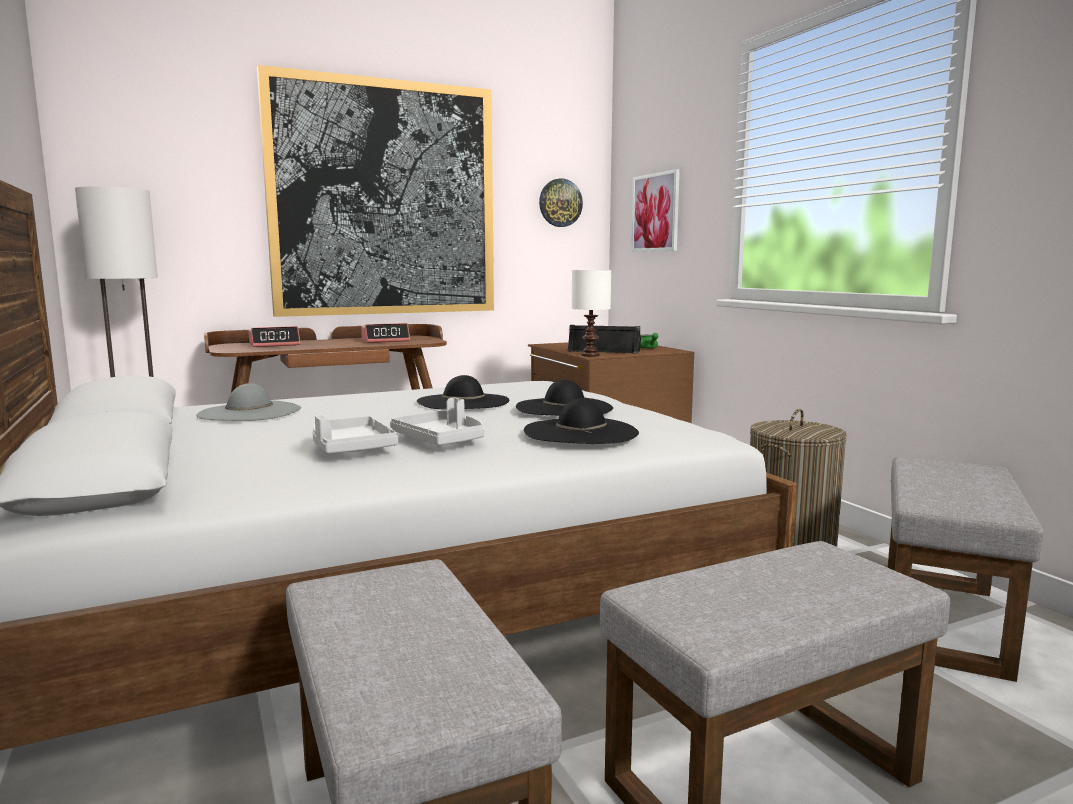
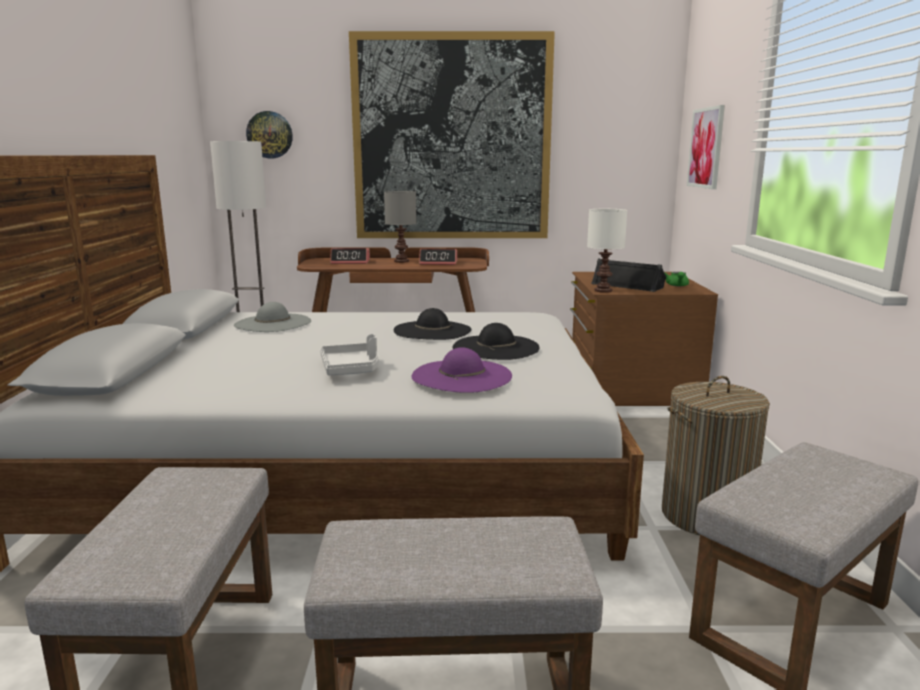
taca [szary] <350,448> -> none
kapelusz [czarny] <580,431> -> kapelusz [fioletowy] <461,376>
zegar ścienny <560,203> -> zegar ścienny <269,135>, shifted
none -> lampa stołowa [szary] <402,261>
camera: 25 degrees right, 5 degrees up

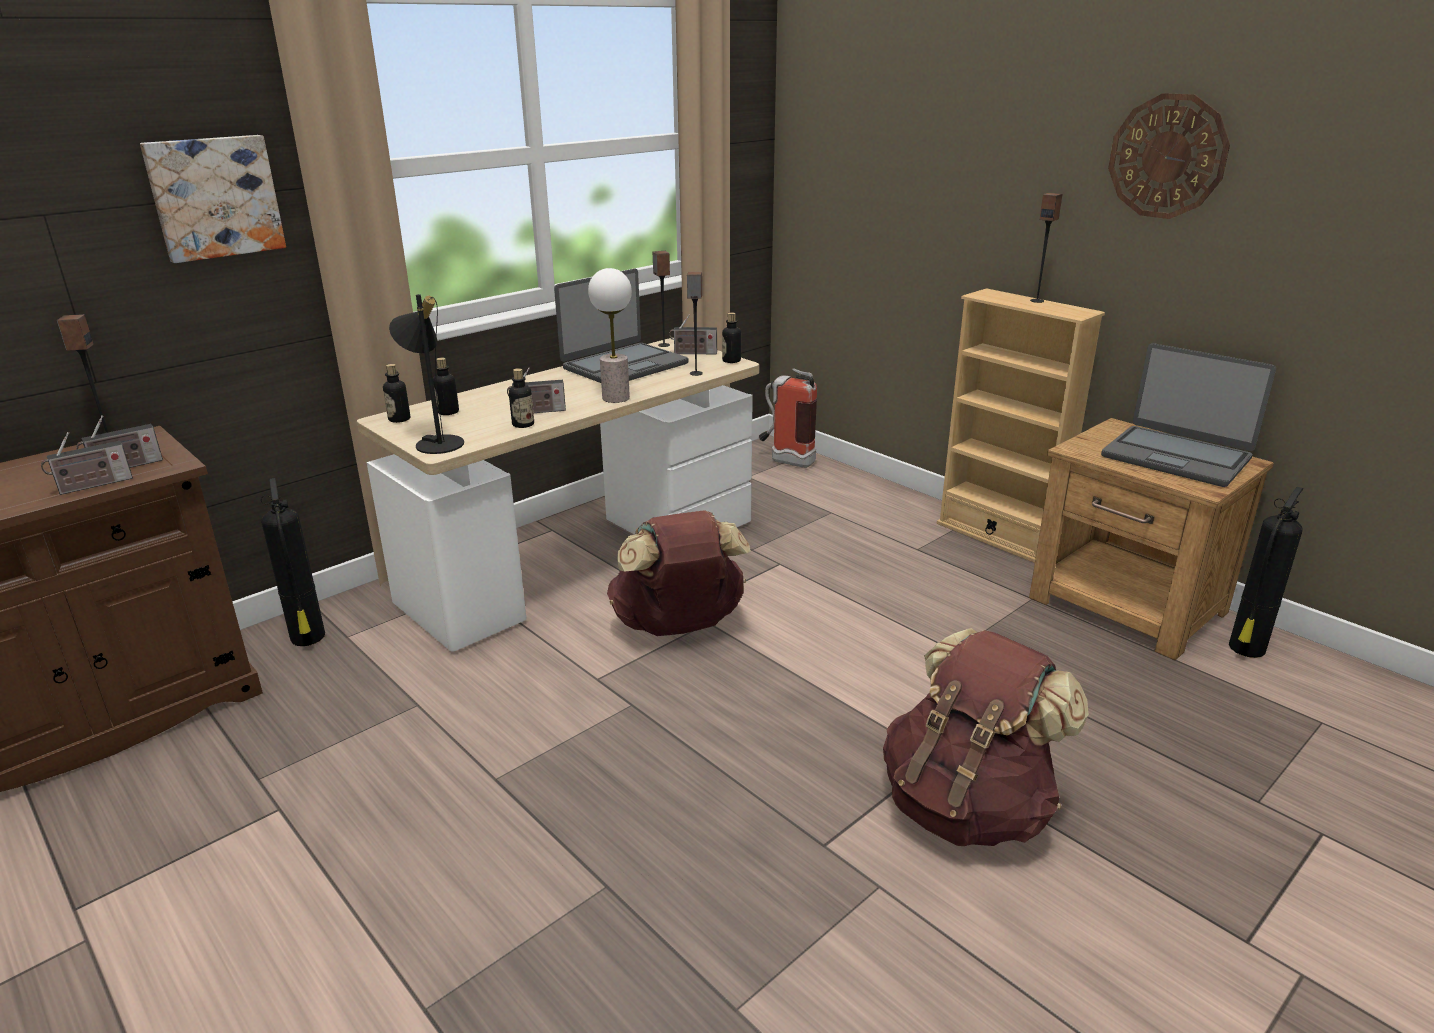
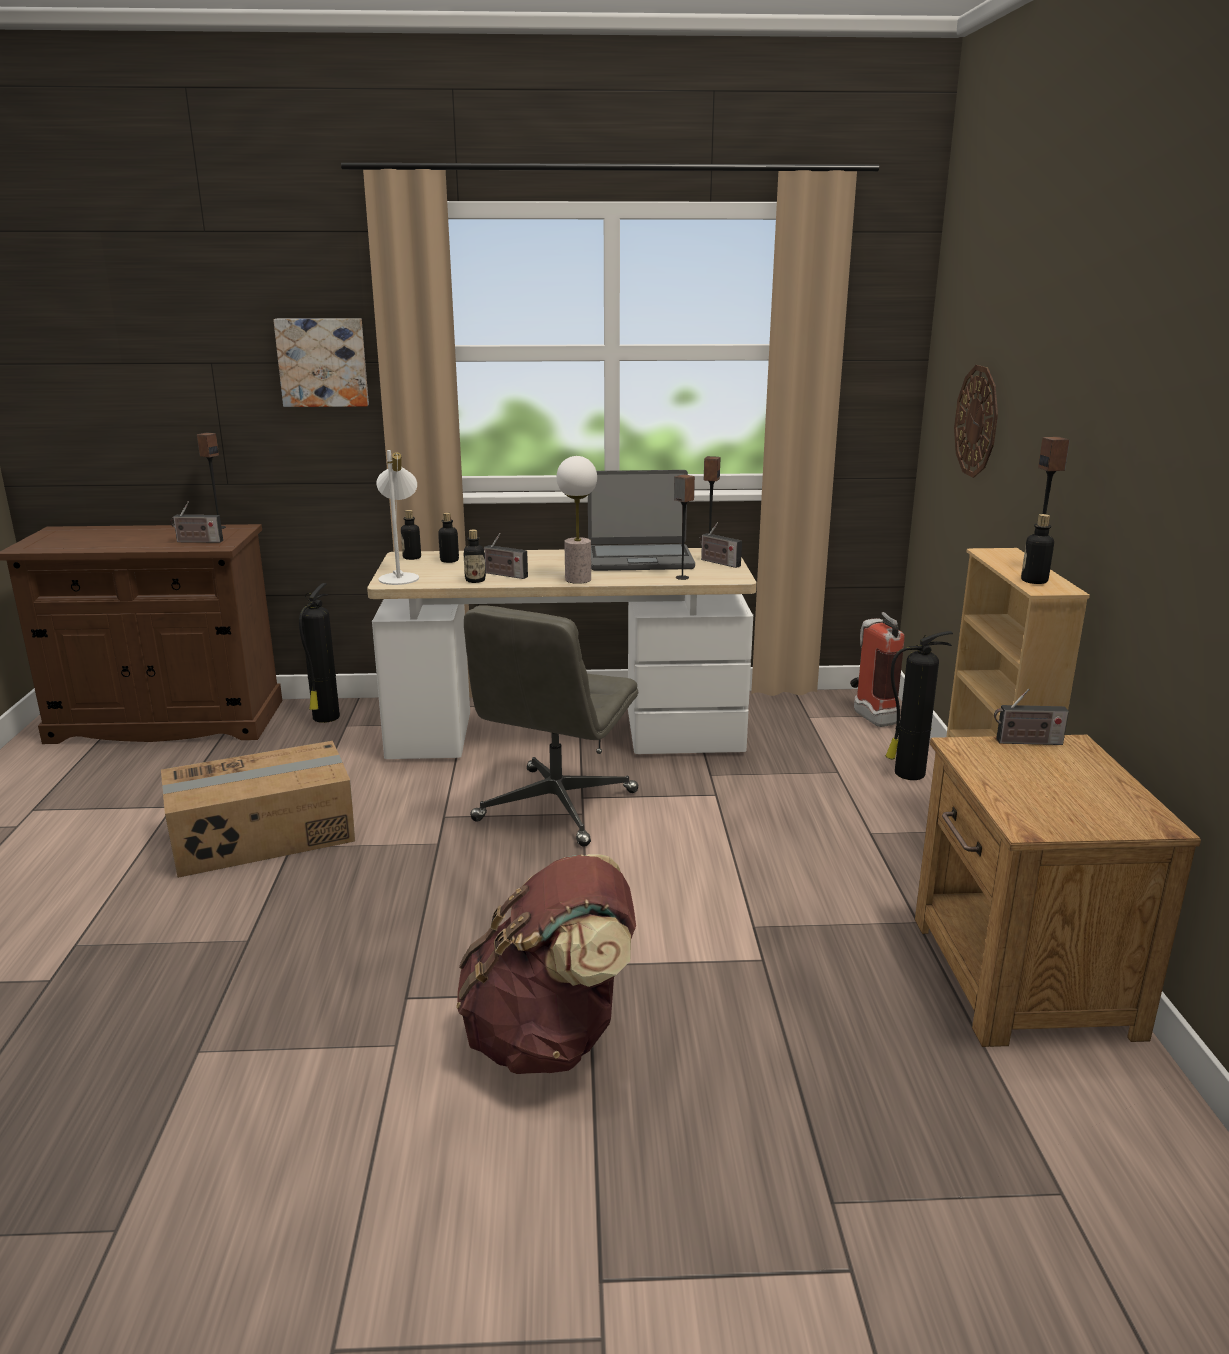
radio <92,486> -> radio <1026,742>, shifted
lampa stołowa [czarny] <436,441> -> lampa stołowa [biały] <401,576>
plecak [brązowy] <679,627> -> krzesło biurowe [szary] <556,807>
butelka <731,360> -> butelka <1034,581>, shifted
laptop <1176,457> -> none
zegar ścienny <1167,156> -> zegar ścienny <977,421>, shifted
gaśnica <1246,649> -> gaśnica <907,774>, shifted
none -> karton <263,836>
camera: 40 degrees right, 5 degrees down

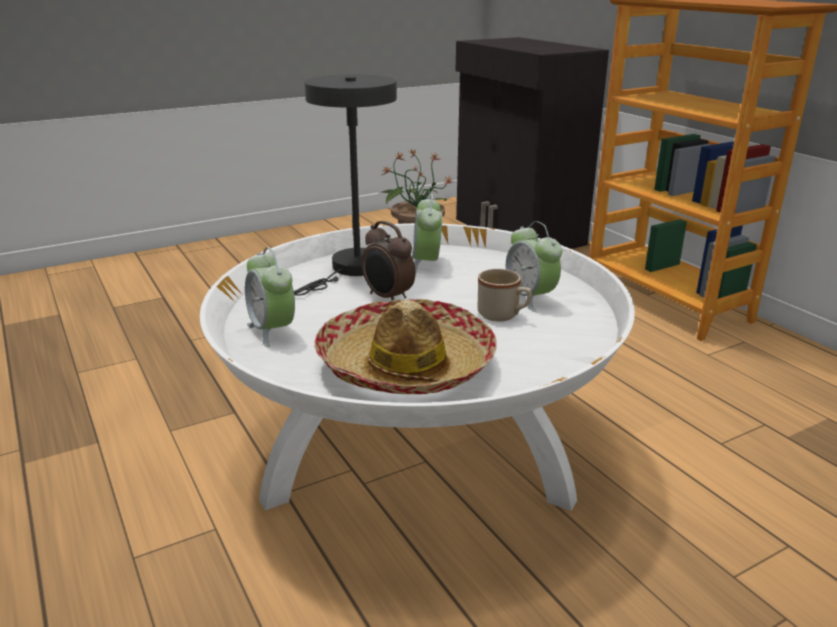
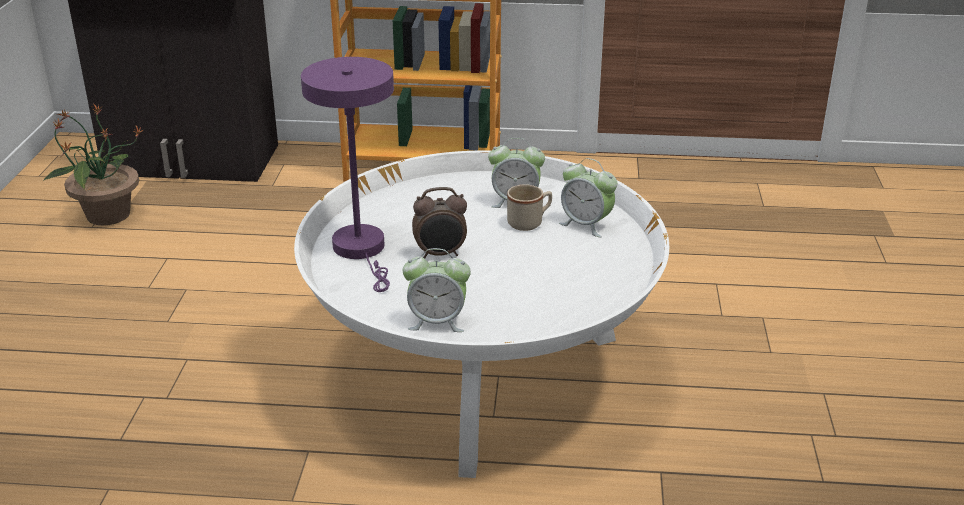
lampa stołowa [szary] <352,269> -> lampa stołowa [fioletowy] <362,250>
kapelusz <406,365> -> none
budzik <426,263> -> budzik <586,225>, shifted
camera: 55 degrees left, 5 degrees up

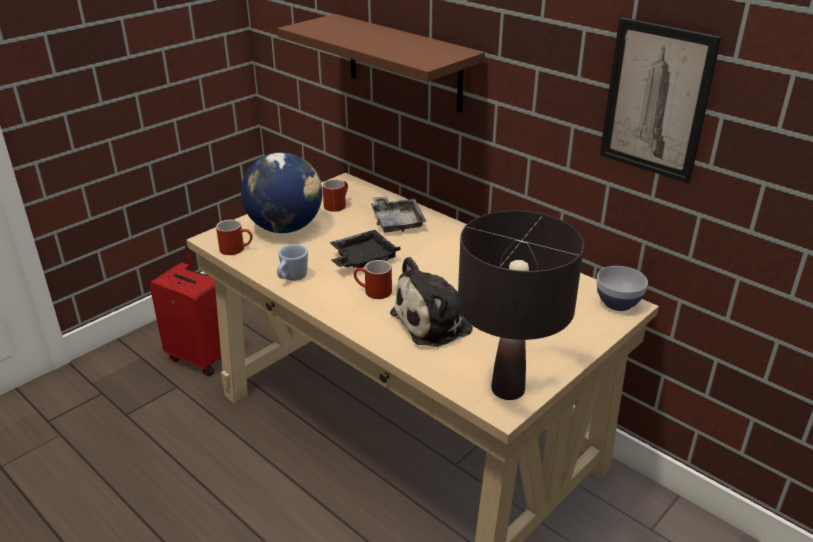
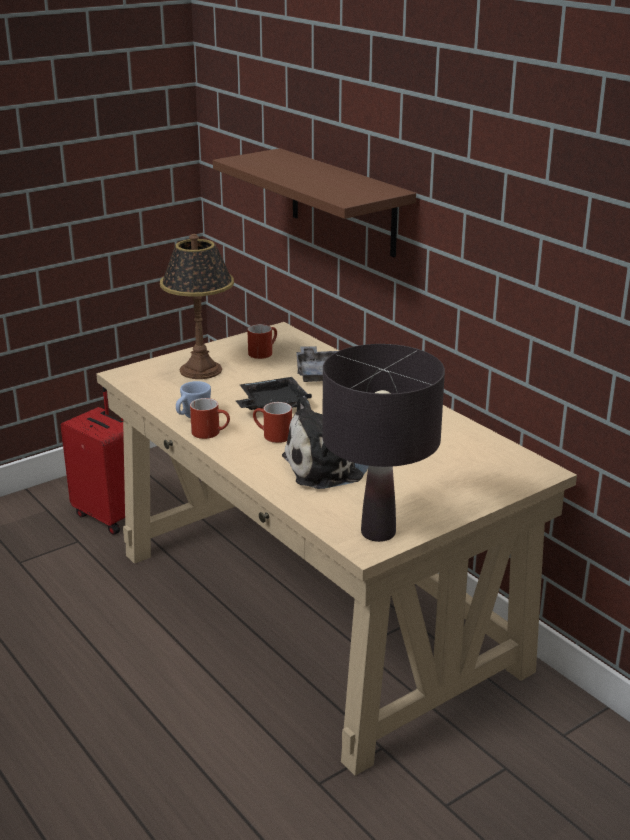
kubek [czerwony] <237,249> -> kubek [czerwony] <211,432>, shifted
globus <285,228> -> lampa stołowa <201,370>
miska <618,303> -> none
obraz <656,100> -> none
camera: 10 degrees right, 5 degrees down

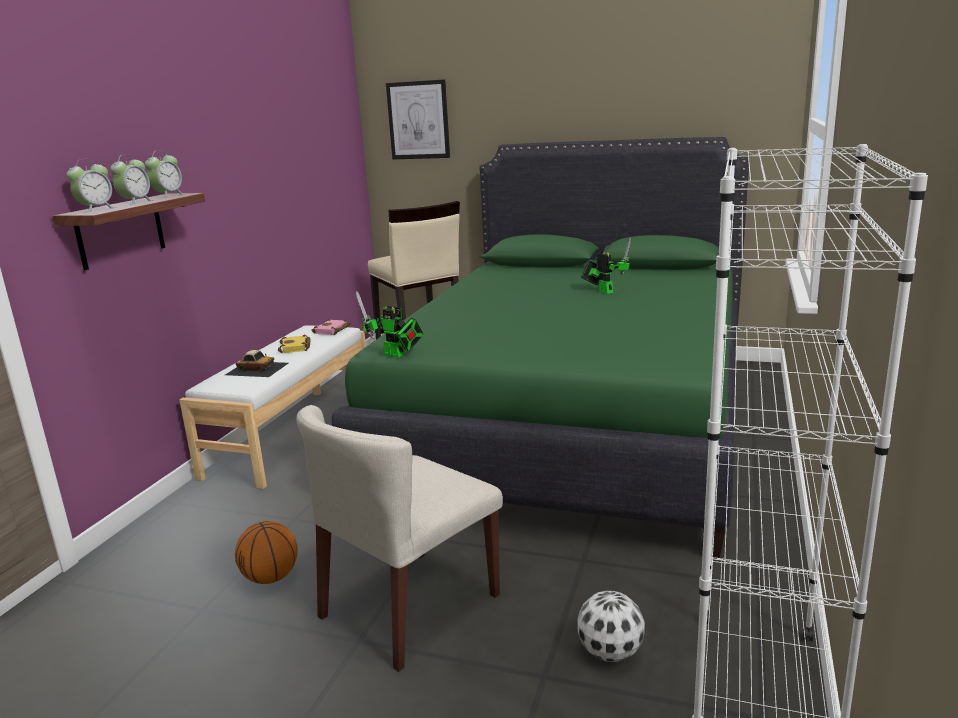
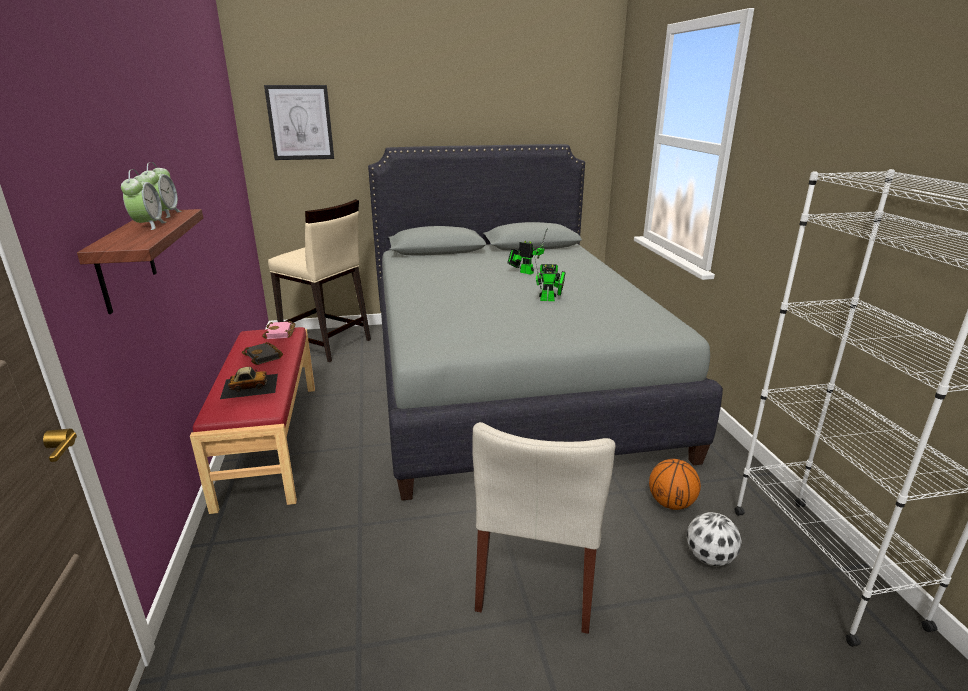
budzik <96,209> -> none
ławka [biały] <291,434> -> ławka [czerwony] <269,441>
piłka do koszykówki <270,578> -> piłka do koszykówki <671,503>, shifted
książka [żółty] <296,347> -> książka [czarny] <264,356>
łóżko [zielony] <573,422> -> łóżko [szary] <508,380>
robot zabawkowy <396,355> -> robot zabawkowy <550,300>, shifted
camera: 30 degrees left, 5 degrees up

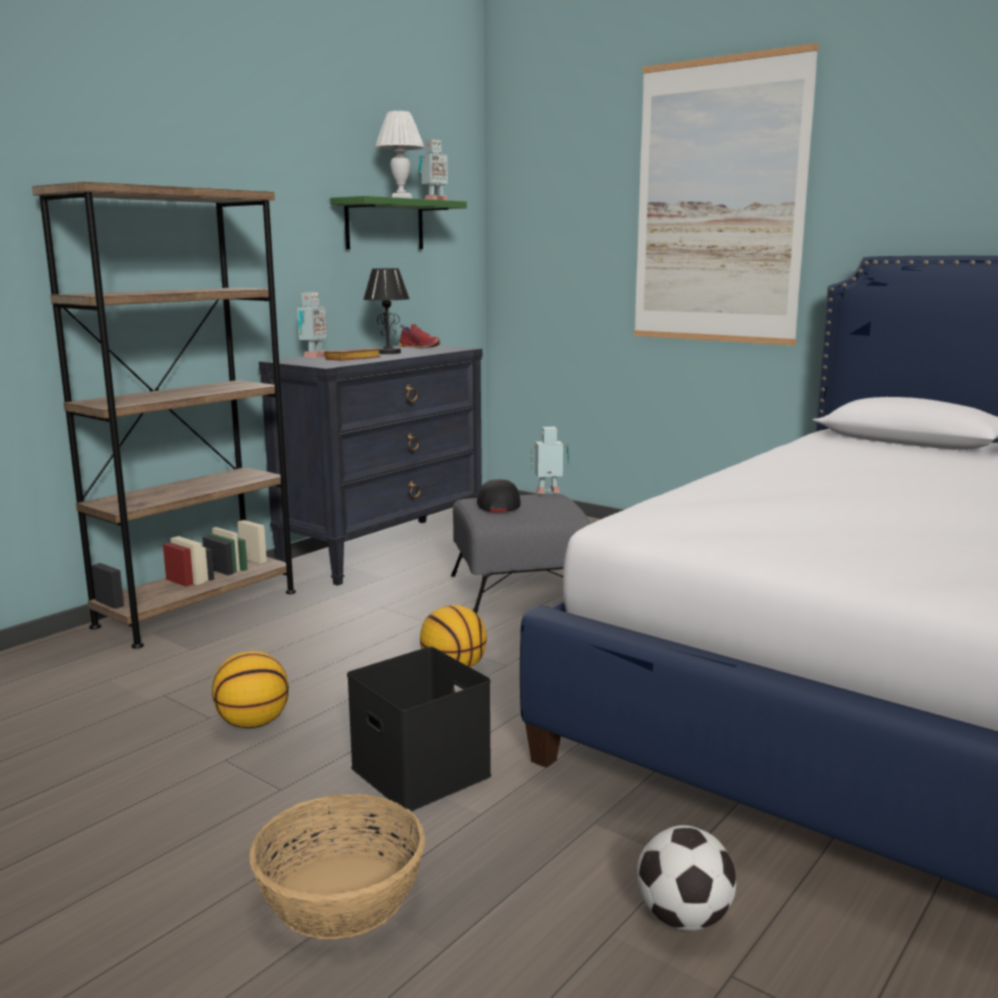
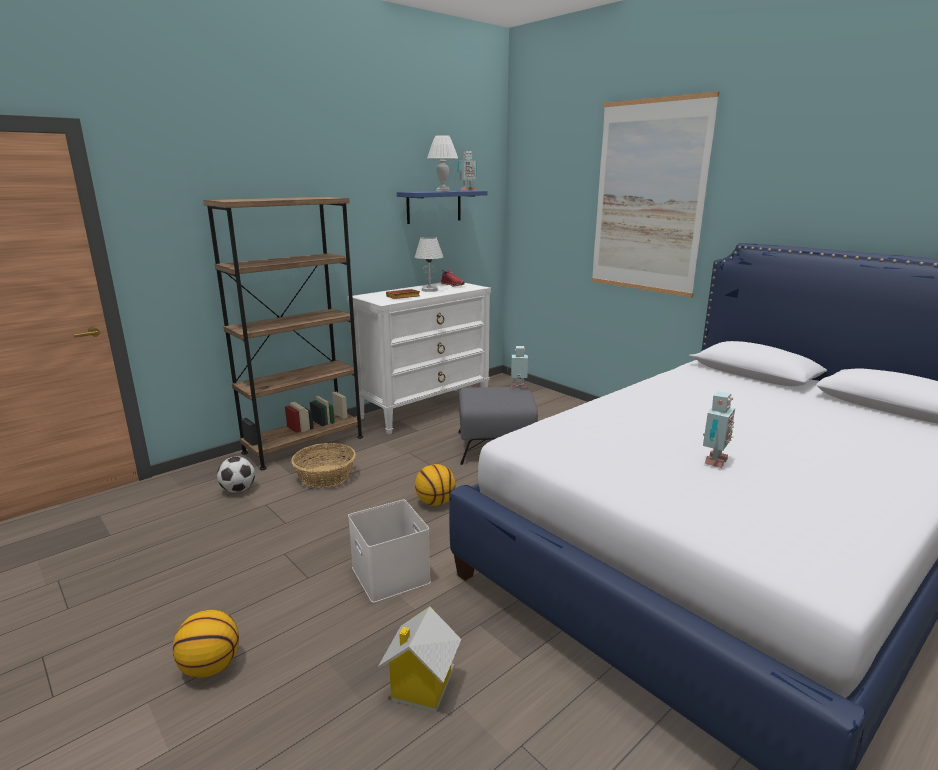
piłka do koszykówki <253,723> -> piłka do koszykówki <210,666>, shifted
koszyk <341,894> -> koszyk <326,476>, shifted
komoda [czarny] <384,549> -> komoda [biały] <425,409>
robot zabawkowy <313,357> -> robot zabawkowy <713,461>, shifted
półka [zielony] <384,225> -> półka [niebieski] <434,206>
pojemnik do przechowywania [czarny] <417,771> -> pojemnik do przechowywania [biały] <388,574>
lampa stołowa [czarny] <388,353> -> lampa stołowa [biały] <429,290>
czapka z daszkiem <498,503> -> none
piłka futbolowa <683,918> -> piłka futbolowa <238,490>, shifted
none -> domek <421,686>
camera: 10 degrees right, 5 degrees up

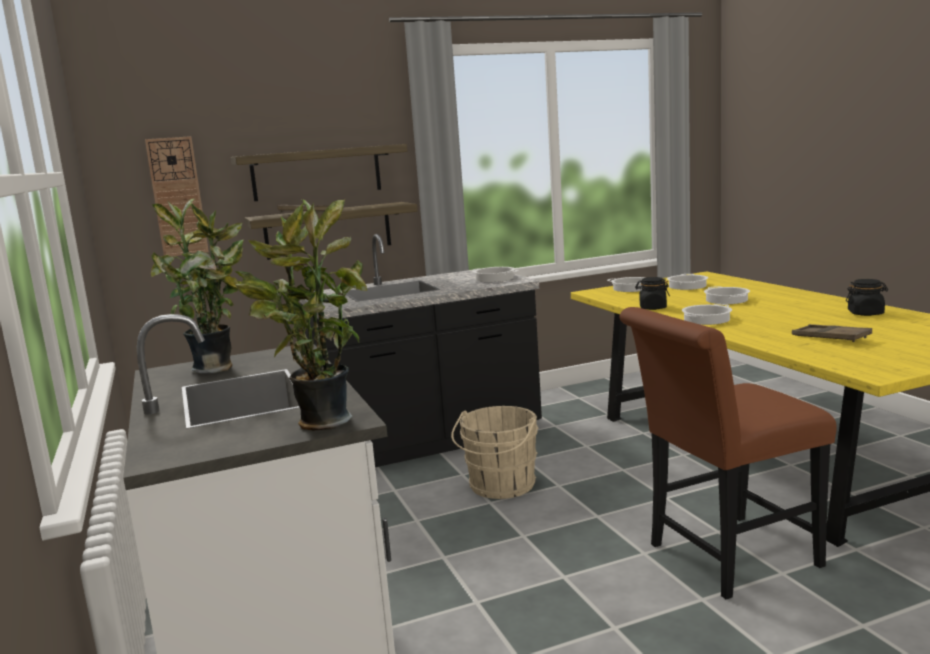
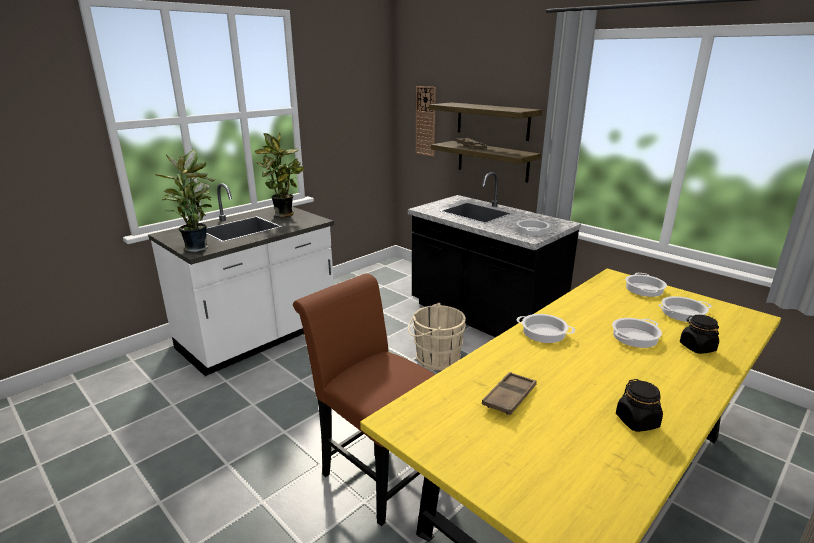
słoik [czarny] <652,308> -> słoik [czarny] <697,347>, shifted
camera: 65 degrees right, 10 degrees up

